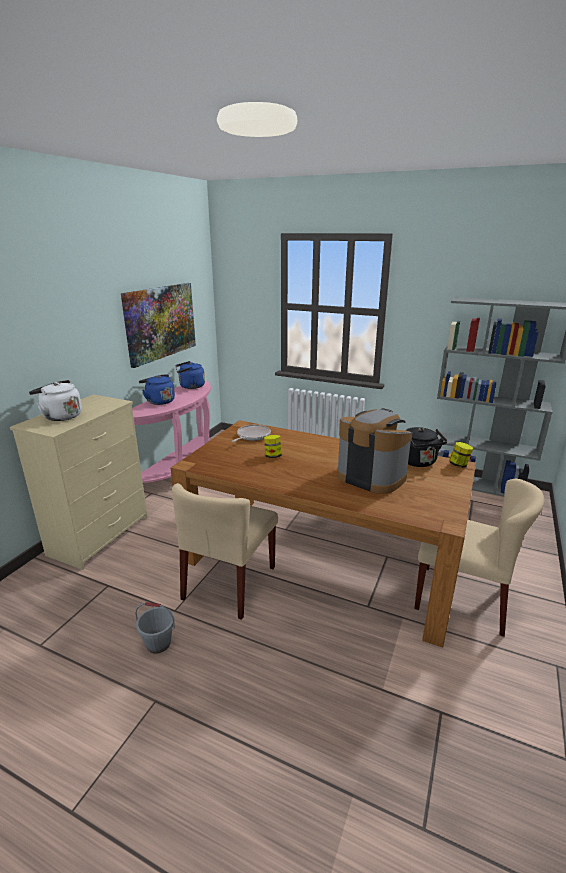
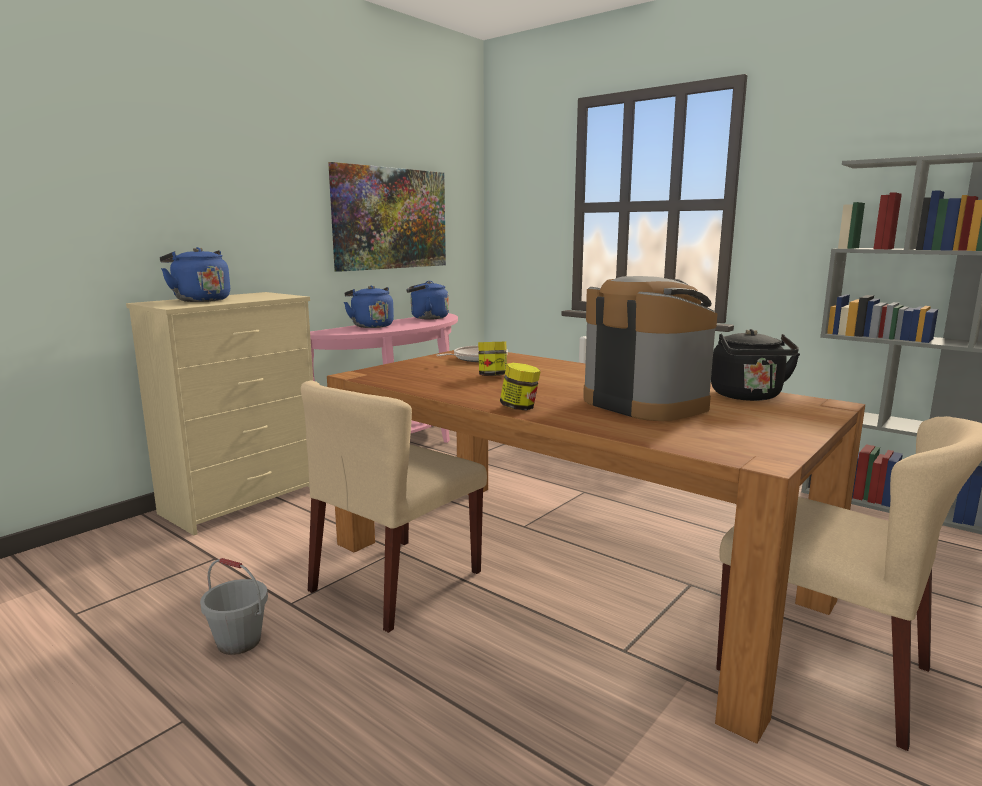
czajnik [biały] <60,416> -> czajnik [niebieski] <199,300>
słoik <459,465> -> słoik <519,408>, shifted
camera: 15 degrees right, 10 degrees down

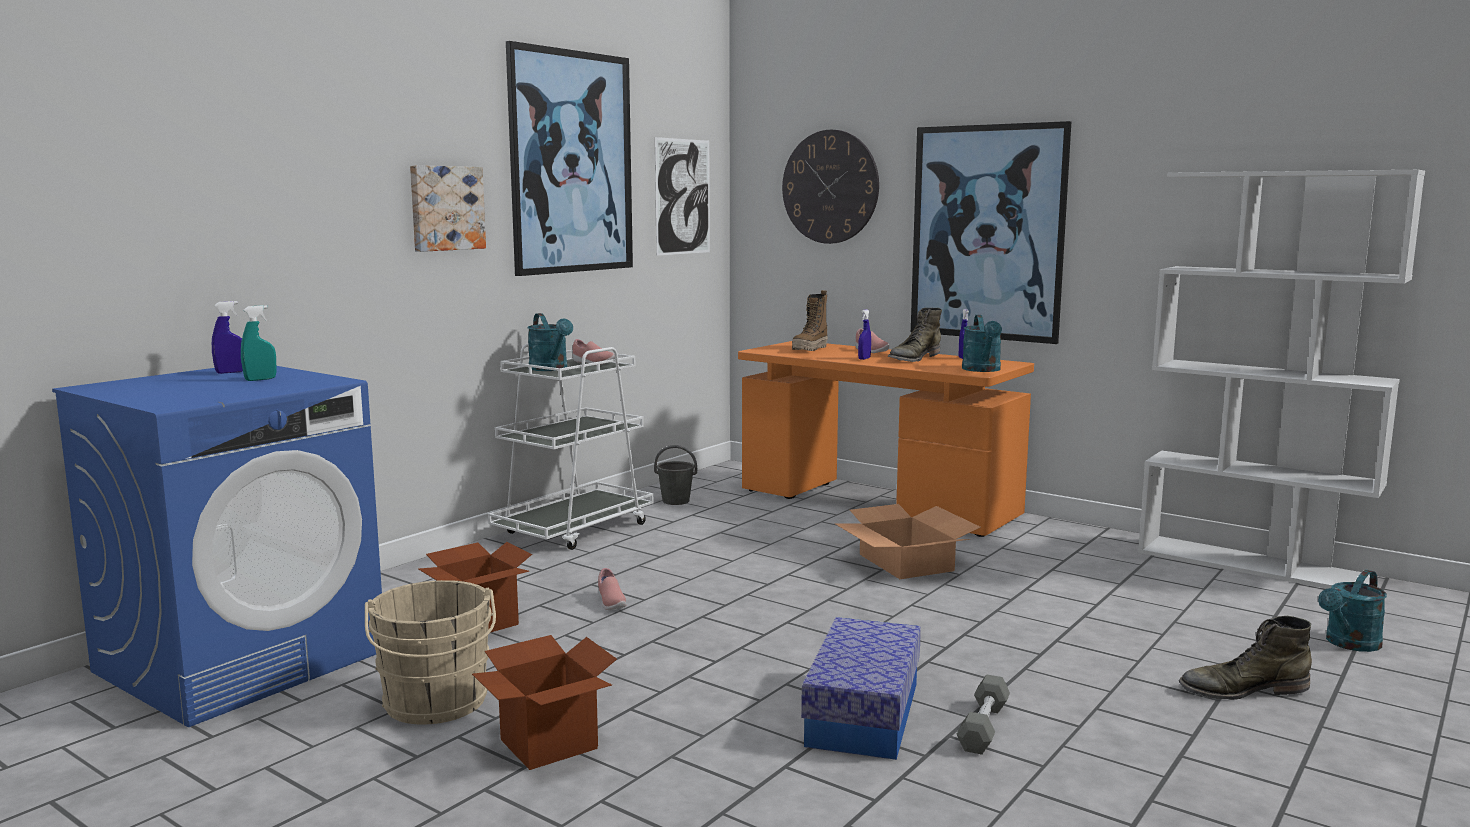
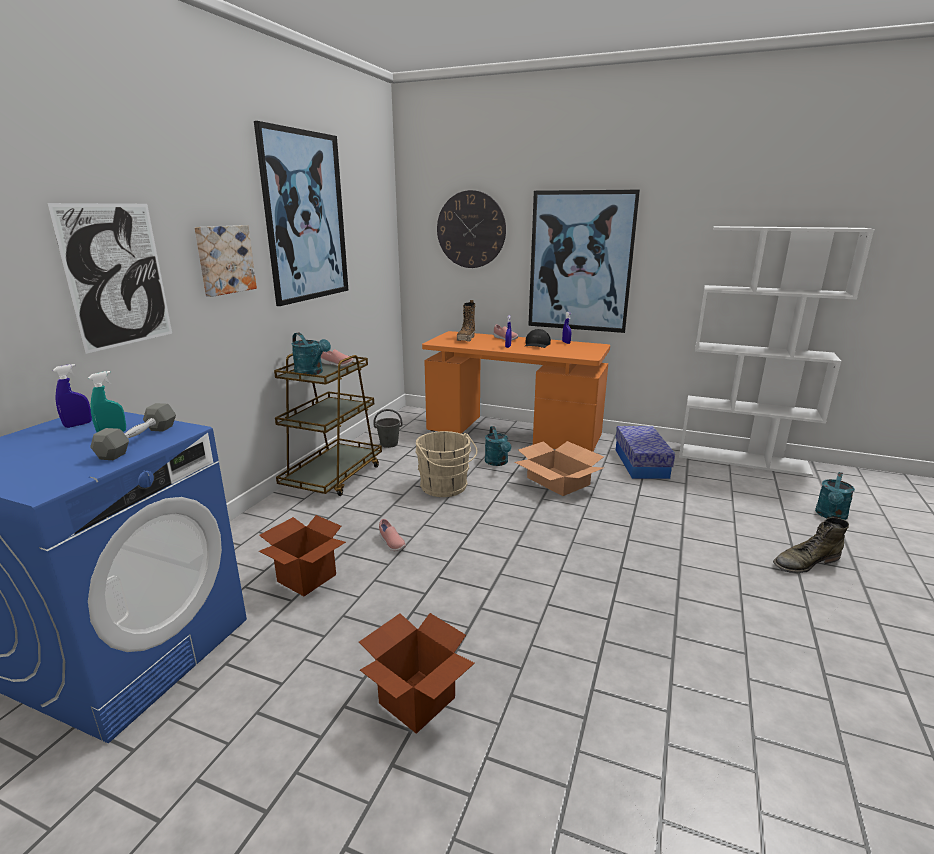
wiadro [beżowy] <435,705> -> wiadro [beżowy] <445,488>, shifted
wózek [biały] <574,529> -> wózek [brązowy] <333,477>
obraz <683,197> -> obraz <117,276>, shifted
pojemnik do przechowywania <863,713> -> pojemnik do przechowywania <641,463>, shifted
but z cholewką [zielony] <913,358> -> czapka z daszkiem [czarny] <537,344>
hantel [szary] <983,727> -> hantel [szary] <139,441>, shifted
konewka [turkusowy] <983,370> -> konewka [turkusowy] <498,462>, shifted
camera: 15 degrees left, 10 degrees up

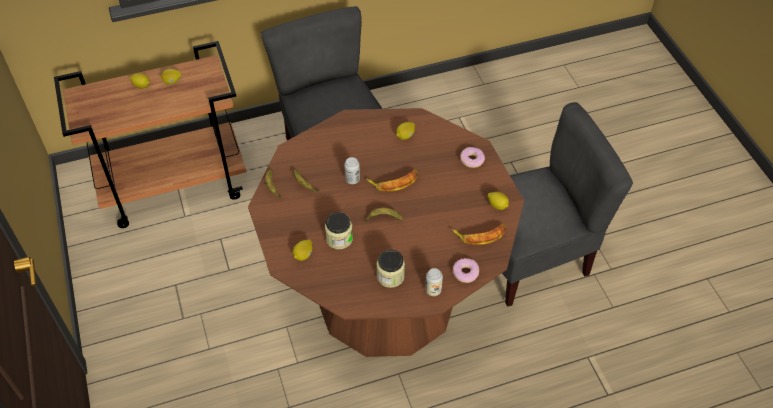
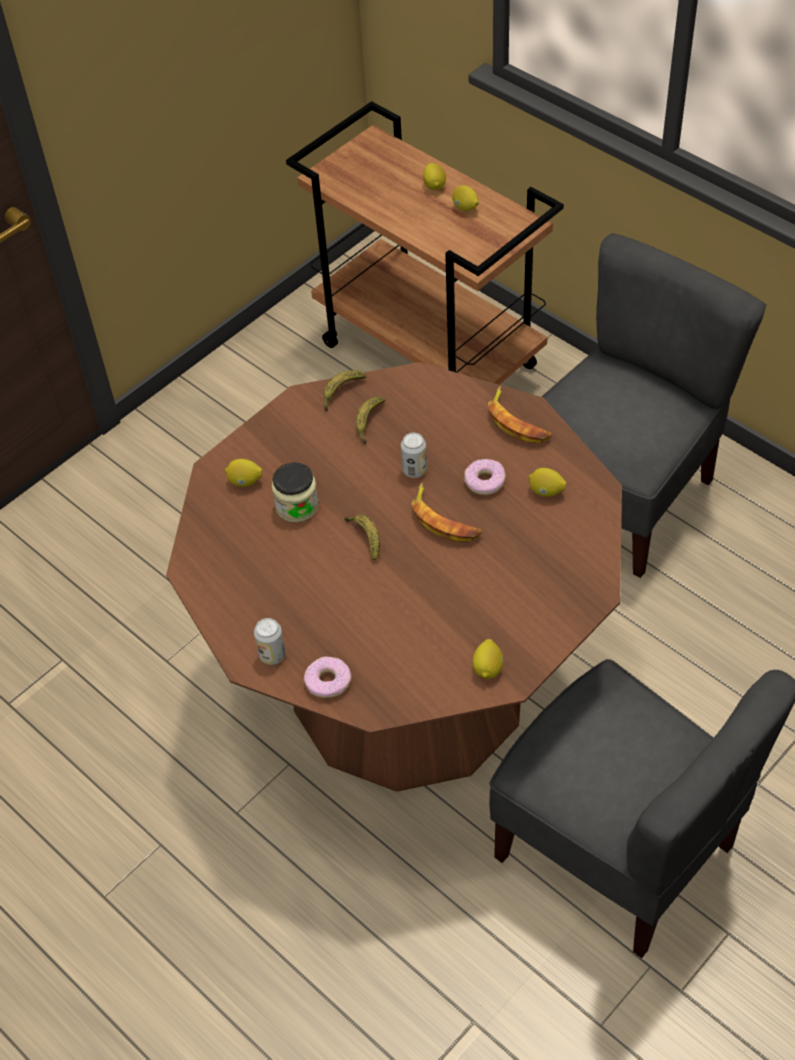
słoik <390,276> -> none
banan <480,235> -> banan <517,422>, shifted
donut <472,160> -> donut <484,481>, shifted
camera: 65 degrees right, 0 degrees up

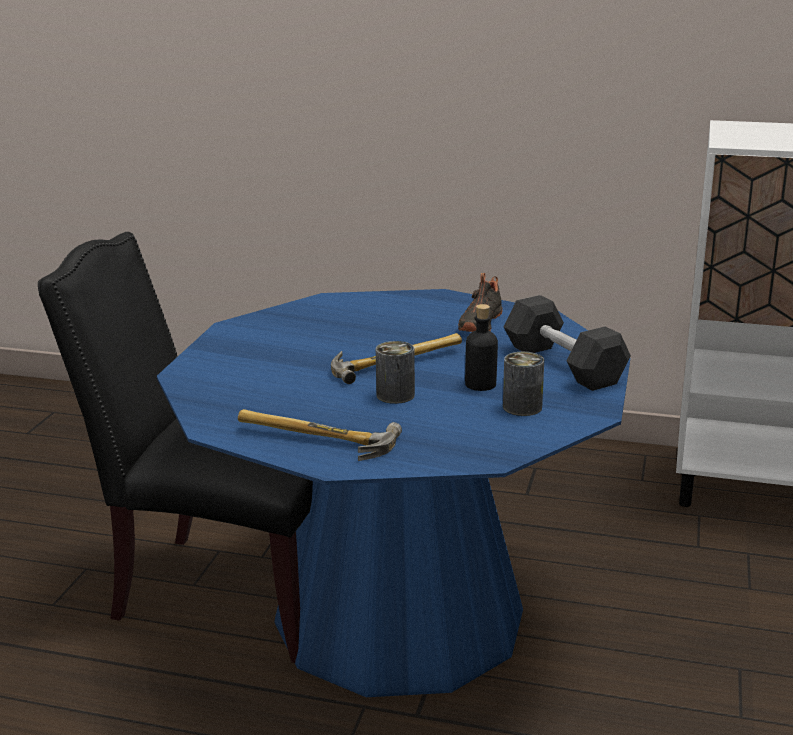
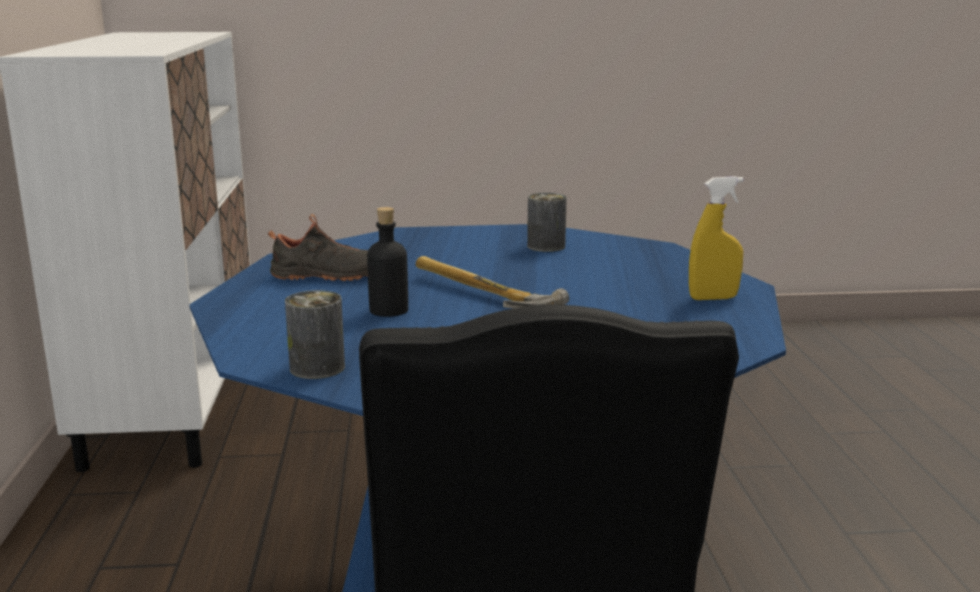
młotek <314,442> -> spryskiwacz [żółty] <713,298>
puszka <395,395> -> puszka <317,368>, shifted
butelka [czarny] <480,384> -> butelka [czarny] <389,310>, shifted
hantel [szary] <563,365> -> none
camera: 110 degrees left, 5 degrees down

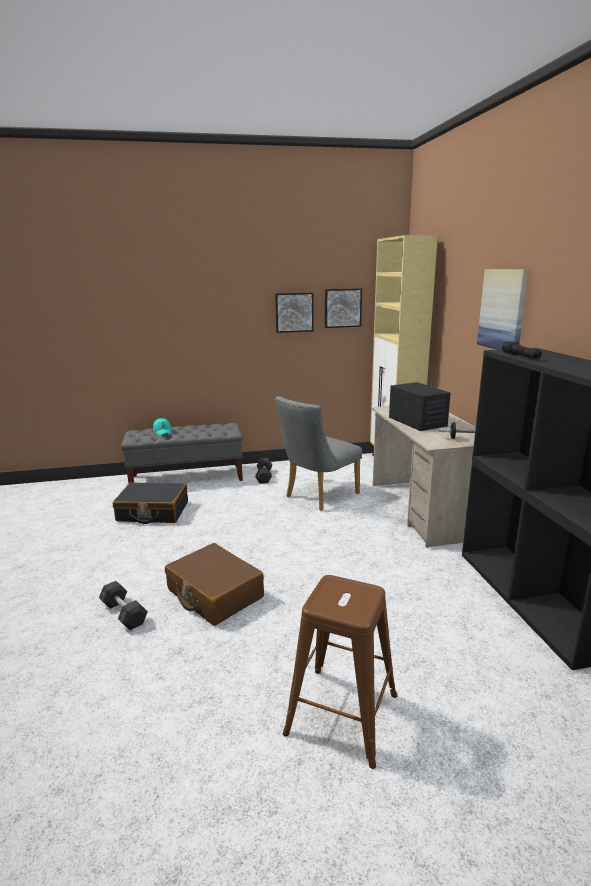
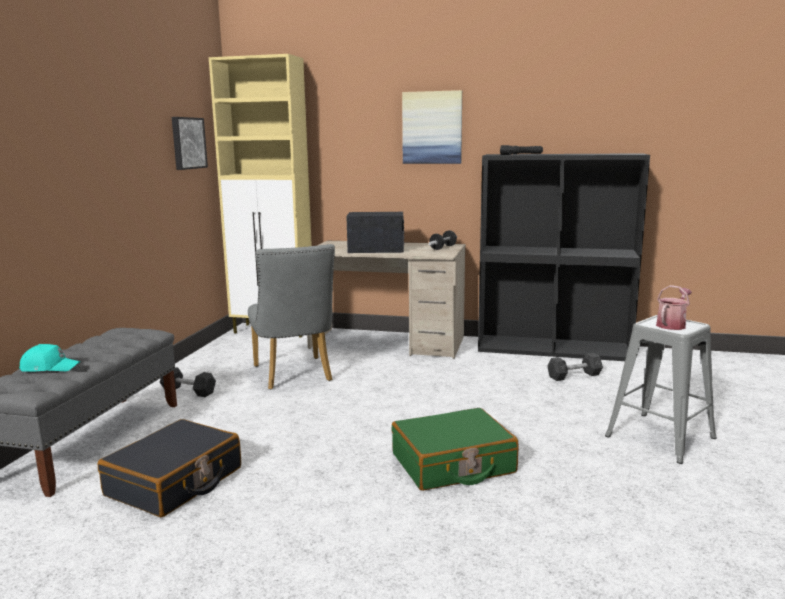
hantel [szary] <124,613> -> hantel [szary] <574,376>, shifted
walizka [brązowy] <214,594> -> walizka [zielony] <453,464>
obraz <294,312> -> none
stołek [brązowy] <343,715> -> stołek [szary] <662,437>
none -> konewka <672,324>
camera: 65 degrees left, 5 degrees down

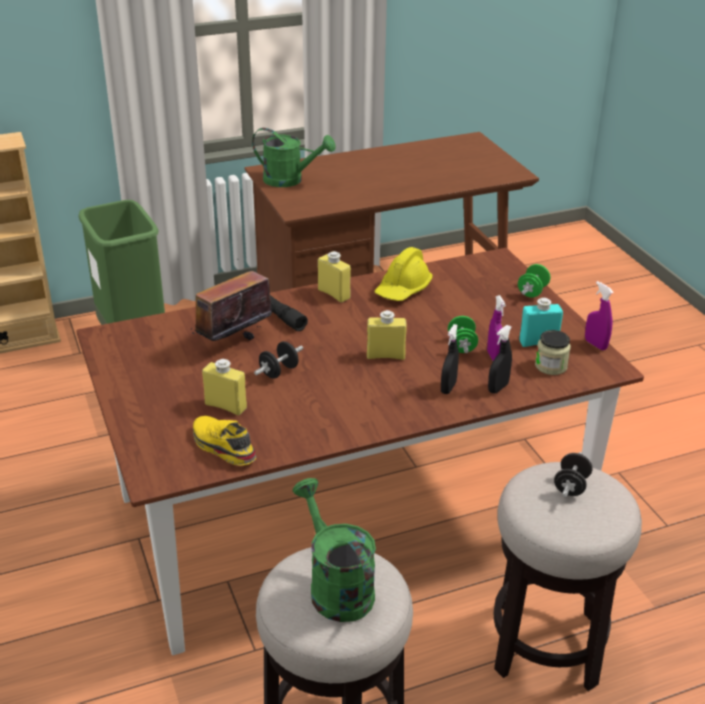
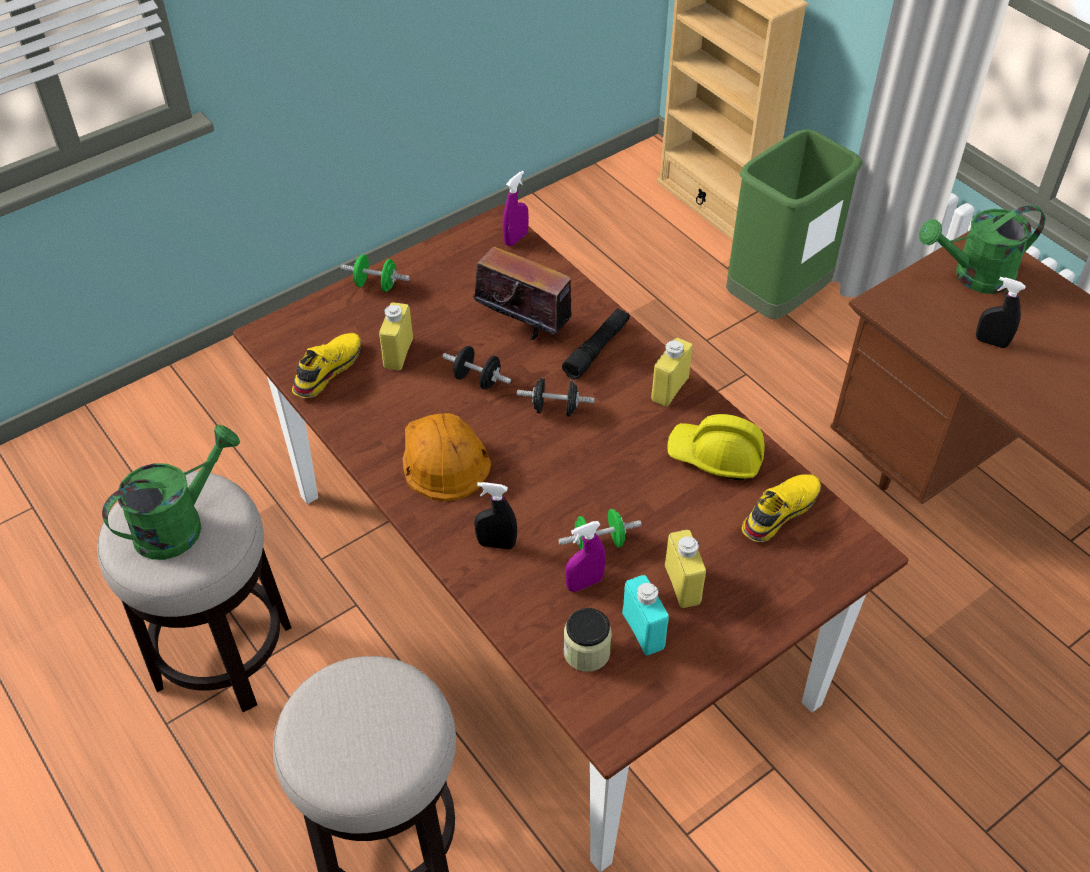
konewka [zielony] <290,180> -> konewka [zielony] <974,277>, 75 degrees clockwise
butelka [żółty] <385,355> -> butelka [żółty] <682,585>, shifted
spryskiwacz [czarny] <498,388> -> spryskiwacz [czarny] <991,342>, shifted
hantel [zielony] <532,291> -> hantel [zielony] <376,285>, shifted
hantel [czarny] <571,486> -> hantel [czarny] <555,409>, shifted
spryskiwacz [fioletowy] <595,344> -> spryskiwacz [fioletowy] <516,239>, shifted
none -> kask [pomarańczowy] <443,458>
none -> but [żółty] <778,511>
camera: 75 degrees right, 15 degrees up

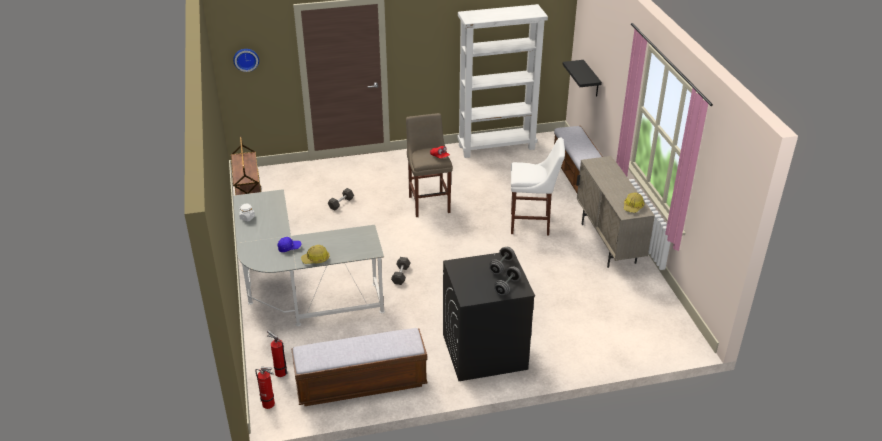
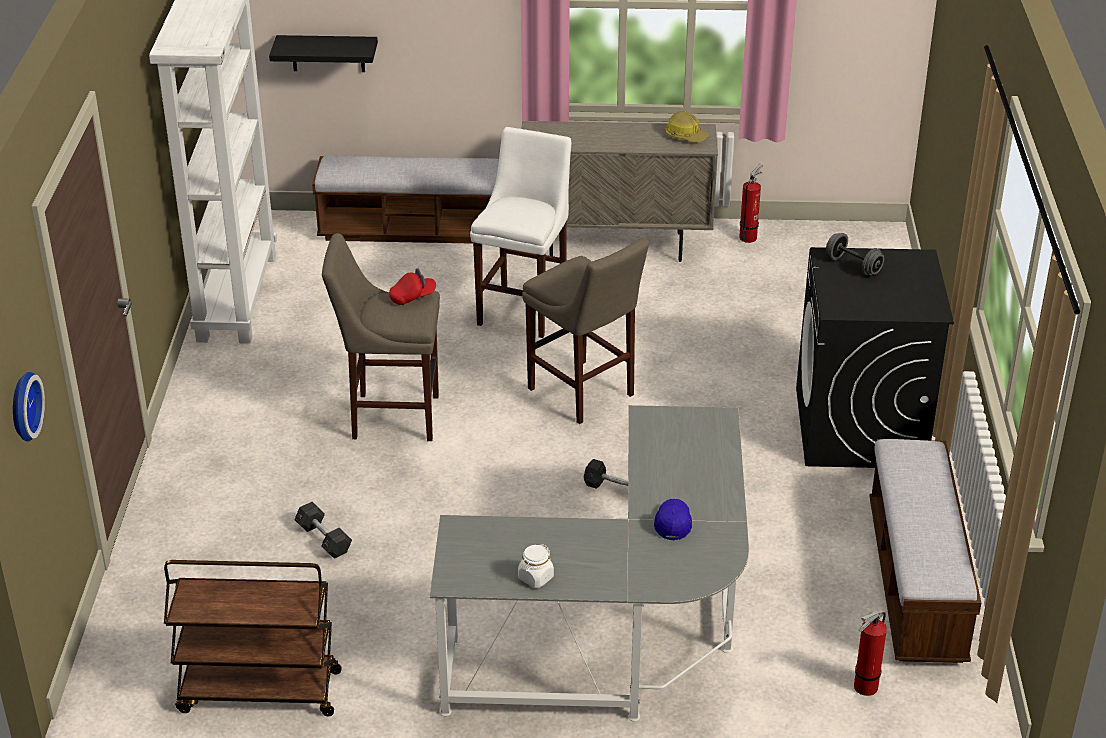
gaśnica <270,404> -> gaśnica <749,236>, shifted
kask <316,259> -> none
hantel [szary] <507,287> -> none
none -> stołek [beżowy] <584,394>
camera: 75 degrees left, 0 degrees up

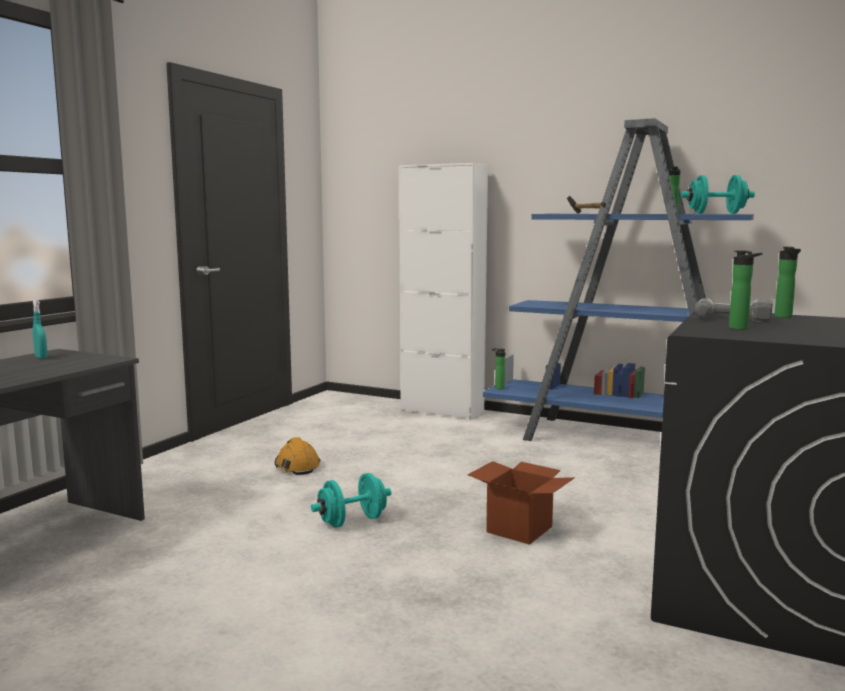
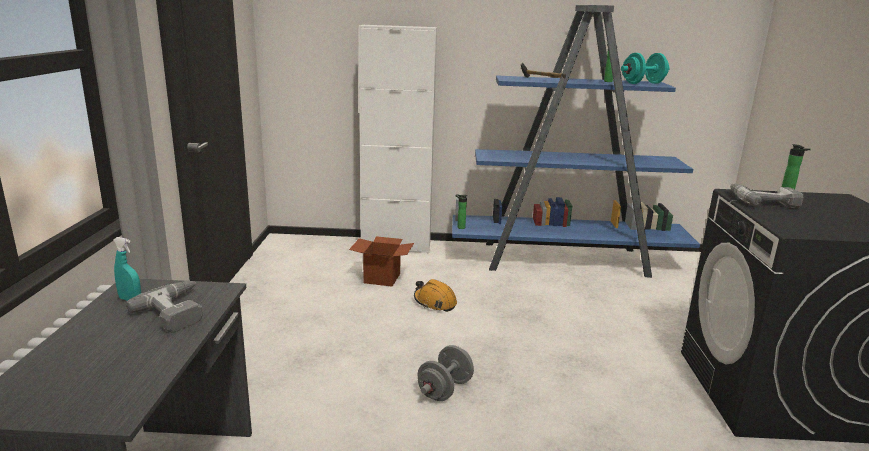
kask [pomarańczowy] <297,466> -> kask [pomarańczowy] <435,302>, shifted
hantel [turkusowy] <352,521> -> hantel [szary] <445,389>
karton <519,529> -> karton <382,278>, shifted
butelka <741,328> -> none
none -> wiertarka <178,311>
camera: 25 degrees left, 10 degrees up

